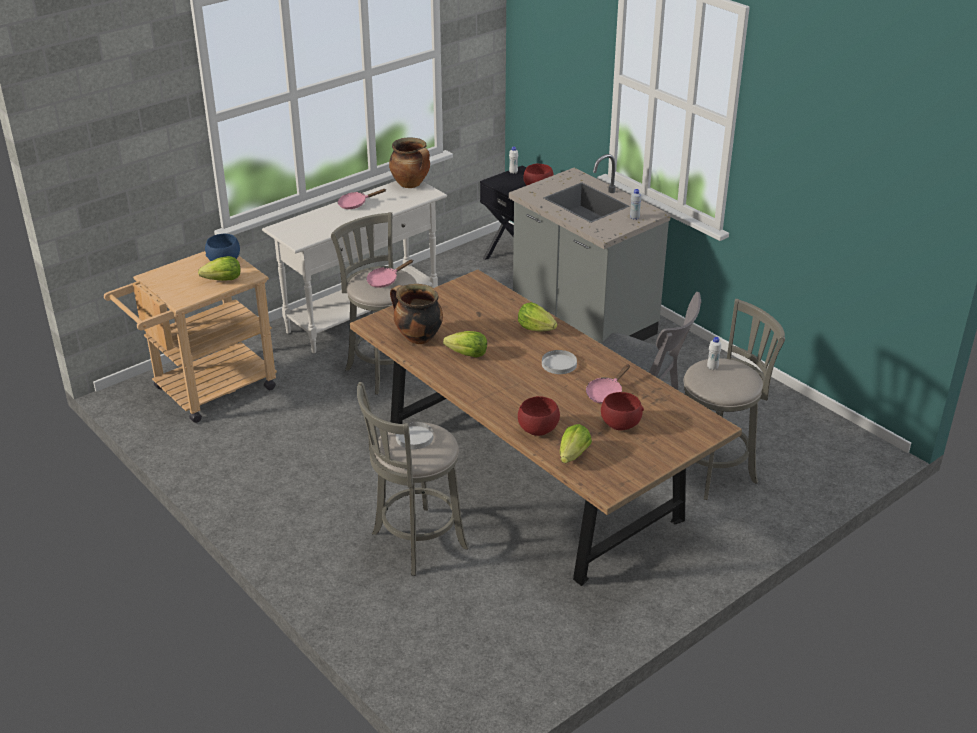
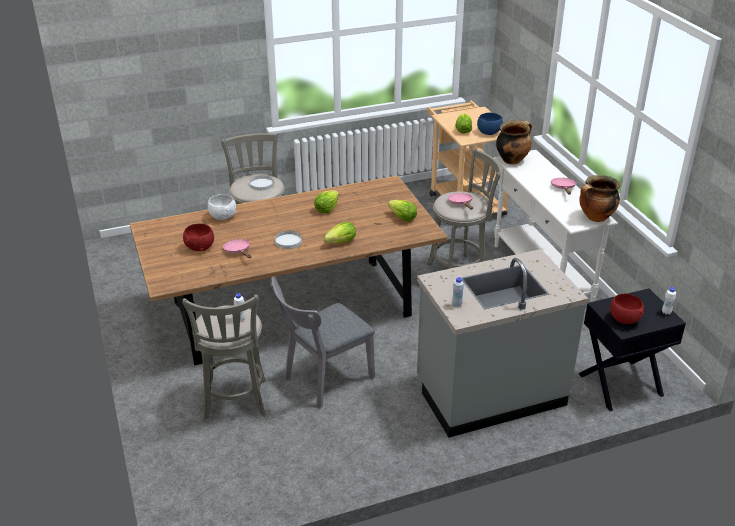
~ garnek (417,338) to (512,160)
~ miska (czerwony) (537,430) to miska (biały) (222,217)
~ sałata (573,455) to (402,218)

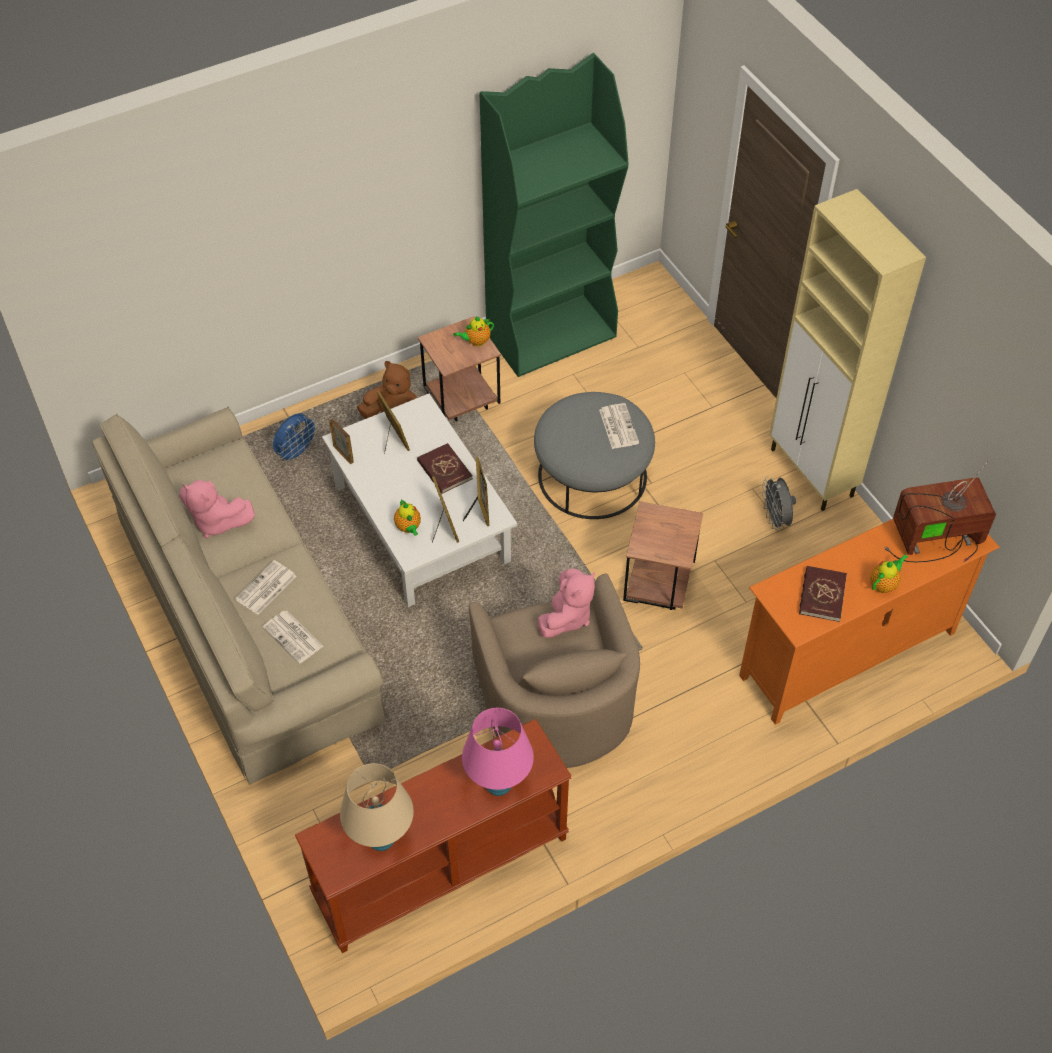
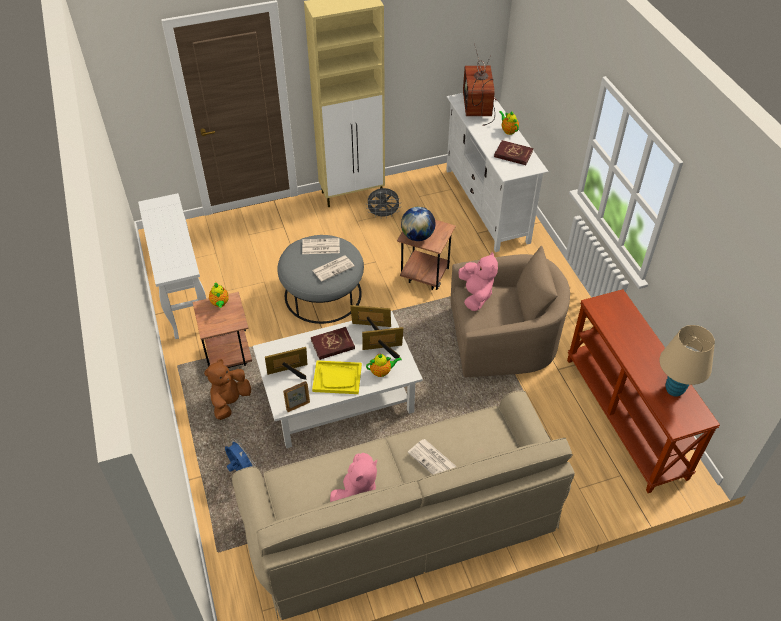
~ regał (zielony) (552,335) to stolik konsolowy (biały) (183,296)
~ szafka pod telewizor (pomarańczowy) (847,655) to szafka pod telewizor (biały) (487,205)
~ pluszak (różowy) (566,617) = (476,295) 45 degrees clockwise
~ gazeta (294,637) to (333,268)
- lampa stołowa (różowy) (498,785)
+ globus (417,236)
+ taca (żółty) (337,378)

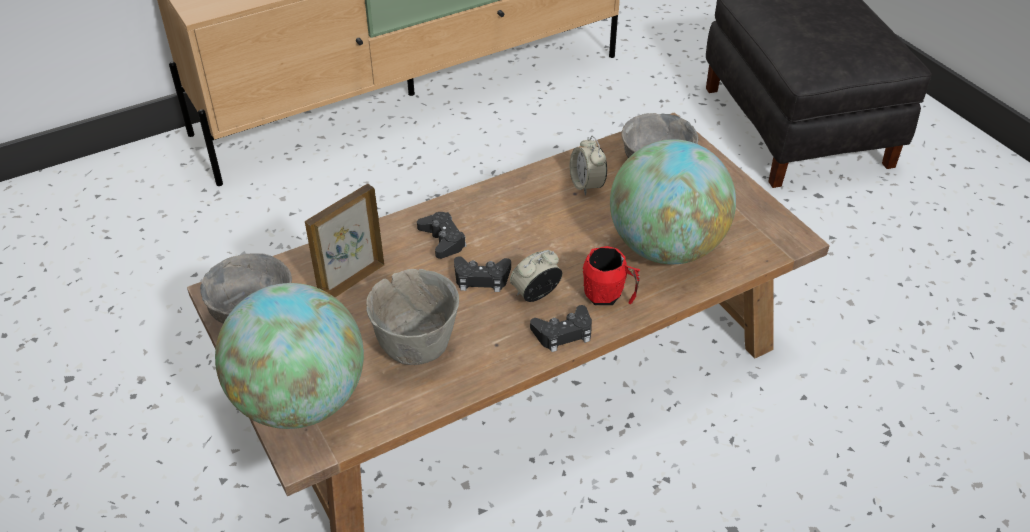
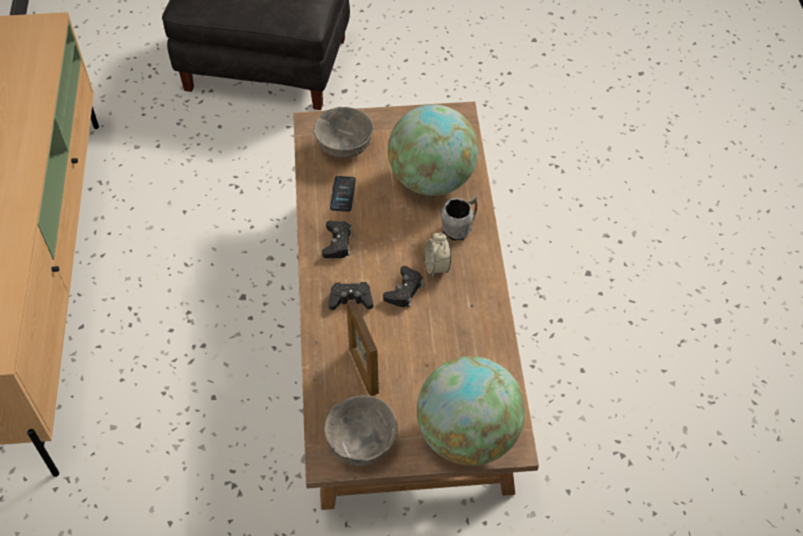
~ budzik (587,185) to telefon (343,194)
~ kubek (czerwony) (609,296) to kubek (szary) (460,228)
- miska (szary) (416,345)
~ pad do gier (czarny) (563,333) to (337,243)

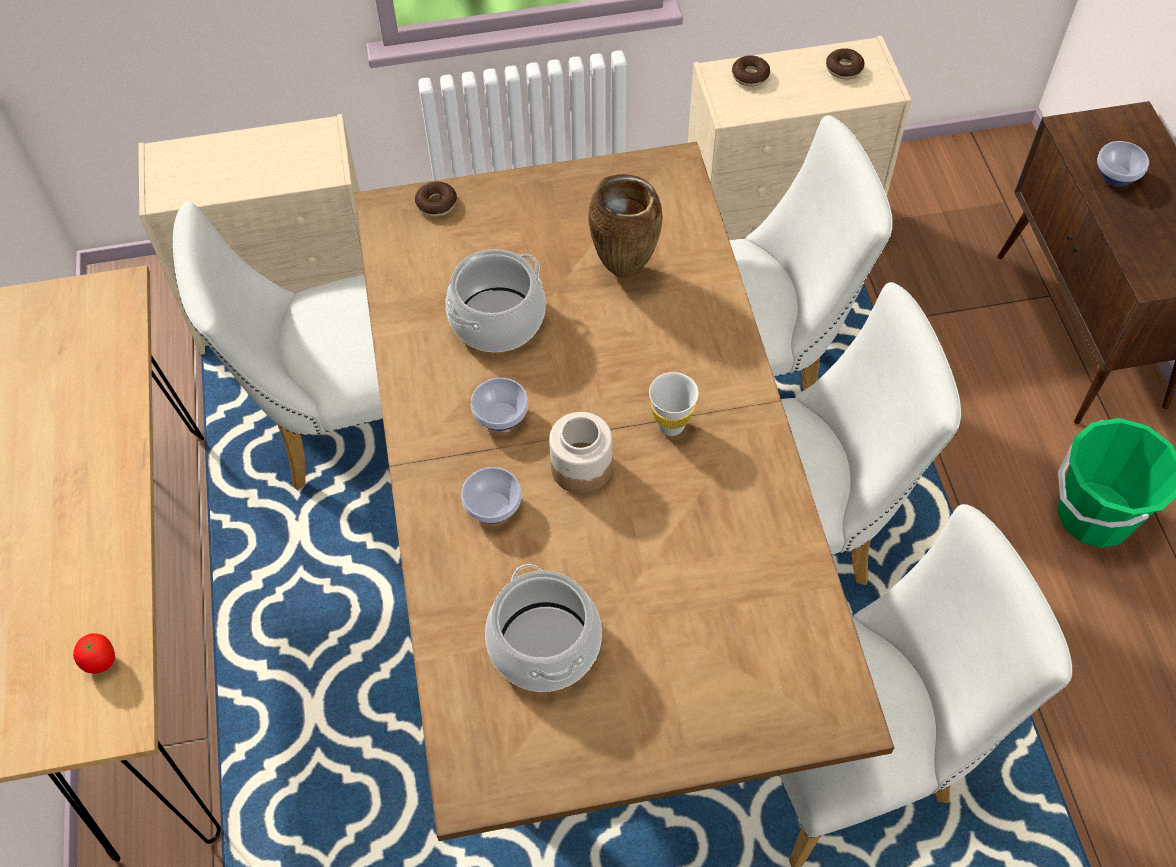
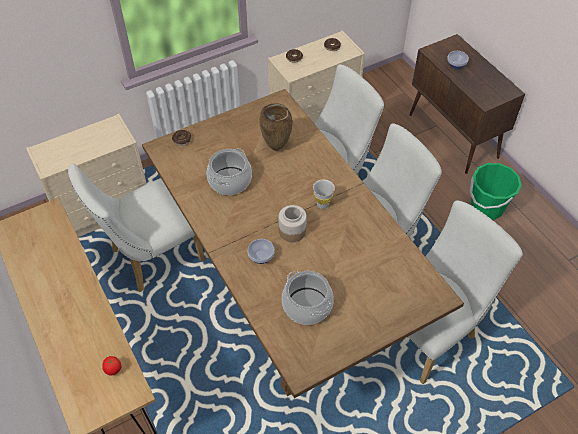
- miska (500,415)

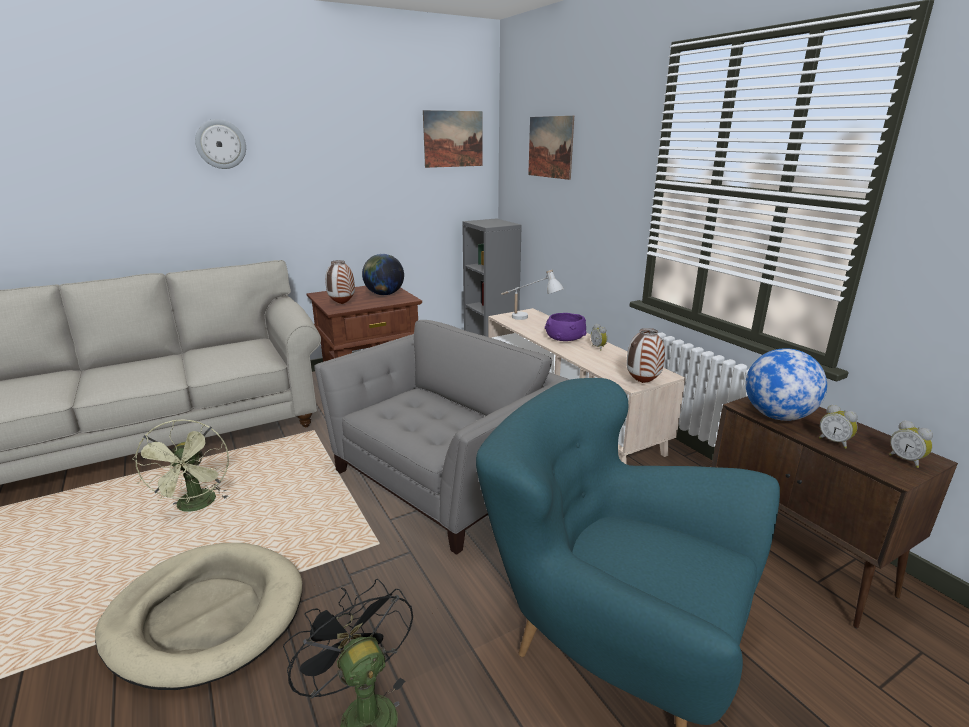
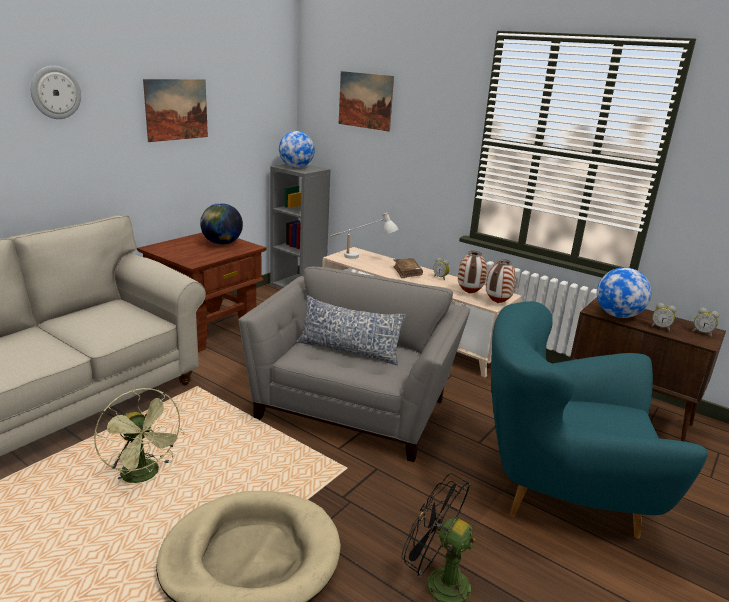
~ obraz (453,139) to (176,109)
~ wazon (342,304) to (469,293)
~ miska (fioletowy) (564,338) to książka (brązowy) (407,272)
+ globus (296,167)
+ poduszka (348,350)

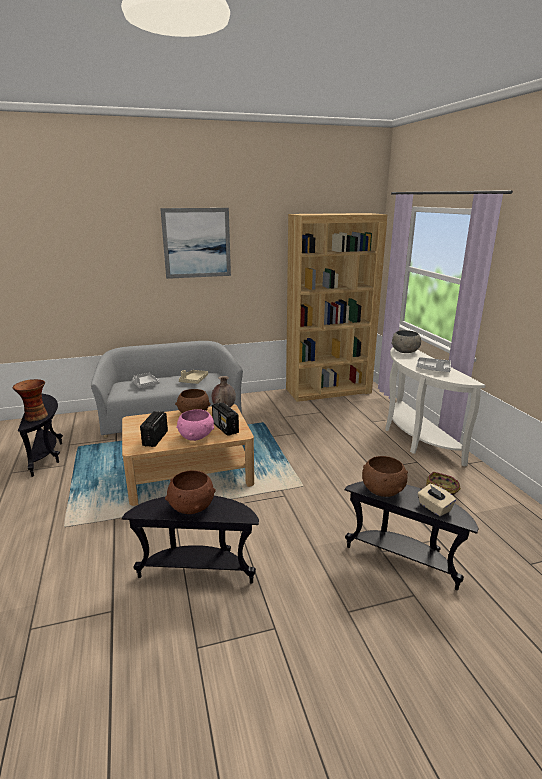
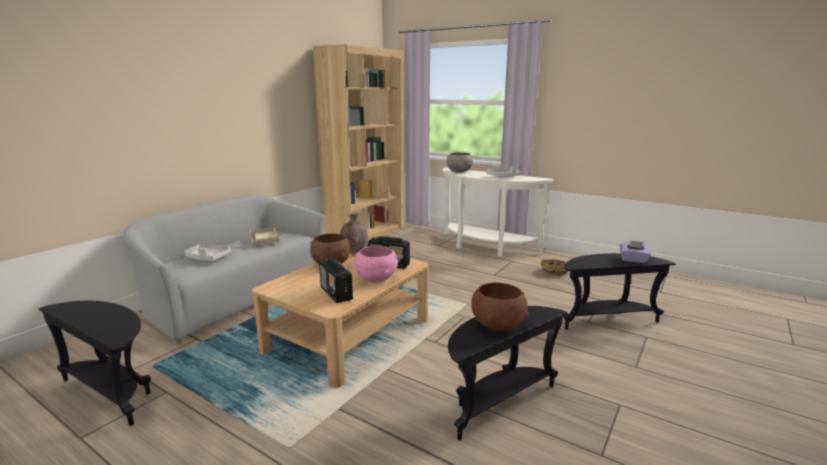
- obraz (197,243)
- wazon (35,416)
- miska (brązowy) (382,490)
~ pudełko chusteczek (beżowy) (434,508) to pudełko chusteczek (fioletowy) (633,260)

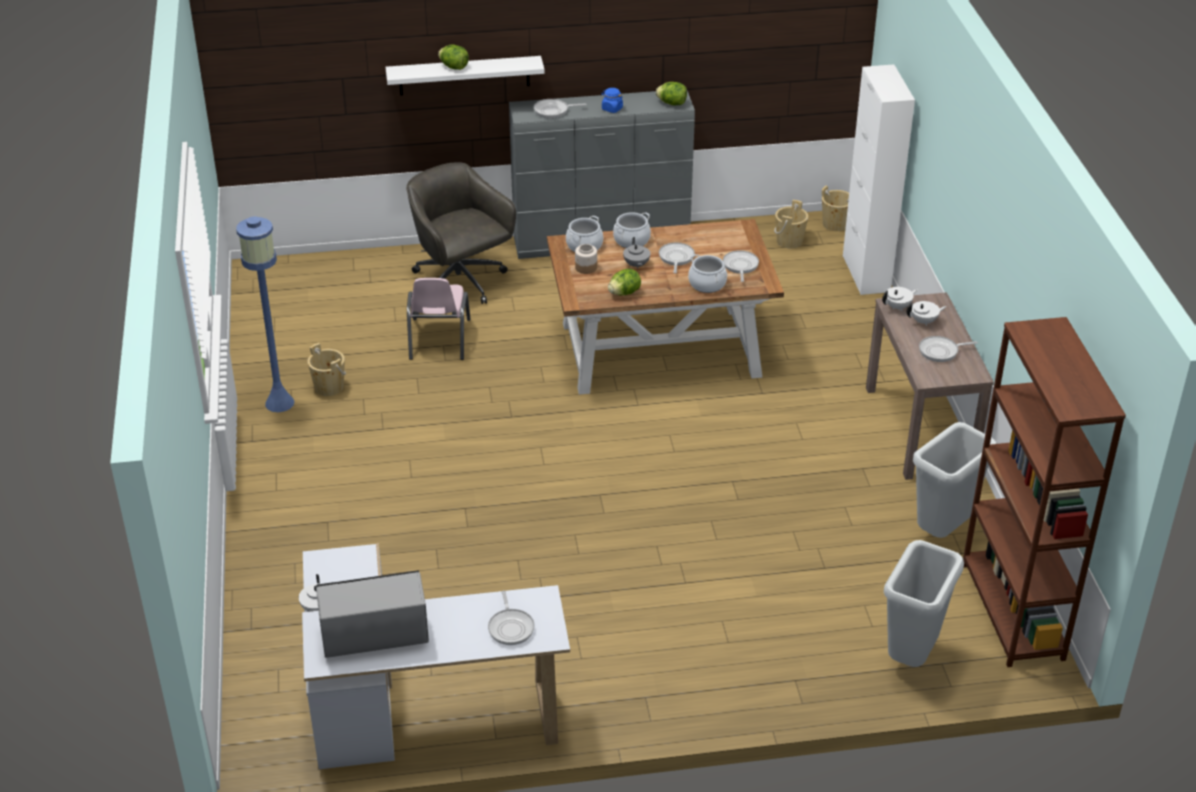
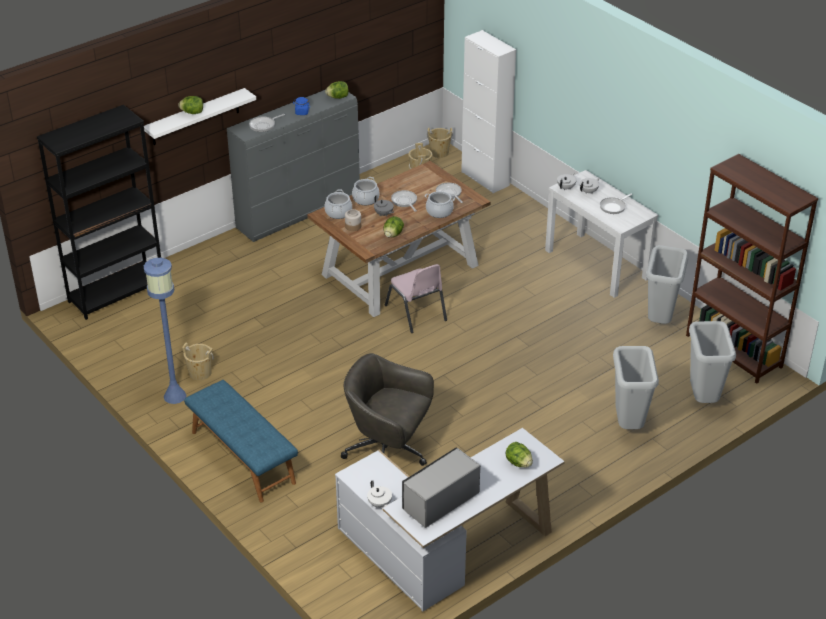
~ krzesło biurowe (szary) (460,282) to (388,453)
~ krzesło (różowy) (438,339) to (416,313)
~ stolik konsolowy (brązowy) (920,429) to stolik konsolowy (biały) (597,264)
~ patelnia (511,627) to sałata (518,463)
+ regał (czarny) (117,293)
+ kosz na śmieci (szary) (627,425)
+ ławka (niebieski) (242,457)

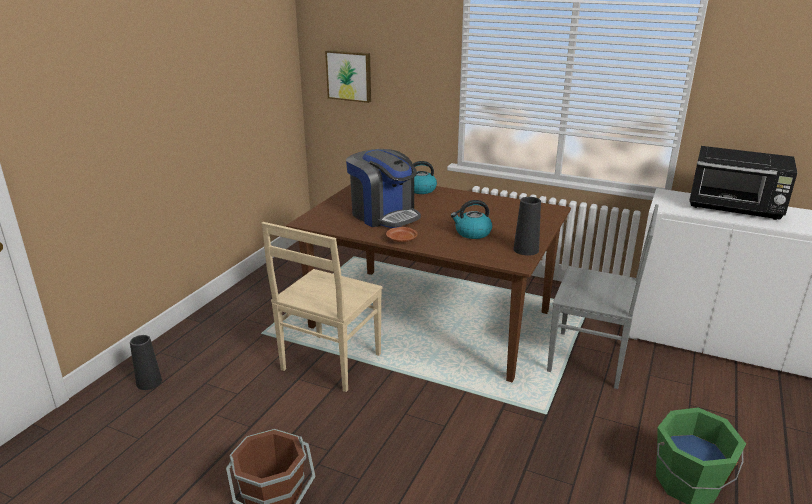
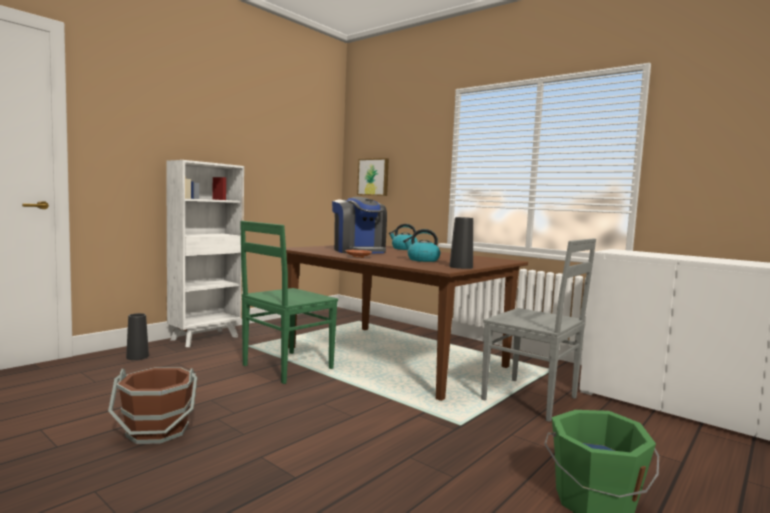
- mikrofalówka (czarny) (735,208)
~ krzesło (beżowy) (329,364) to krzesło (zielony) (285,368)
+ regał (biały) (206,338)

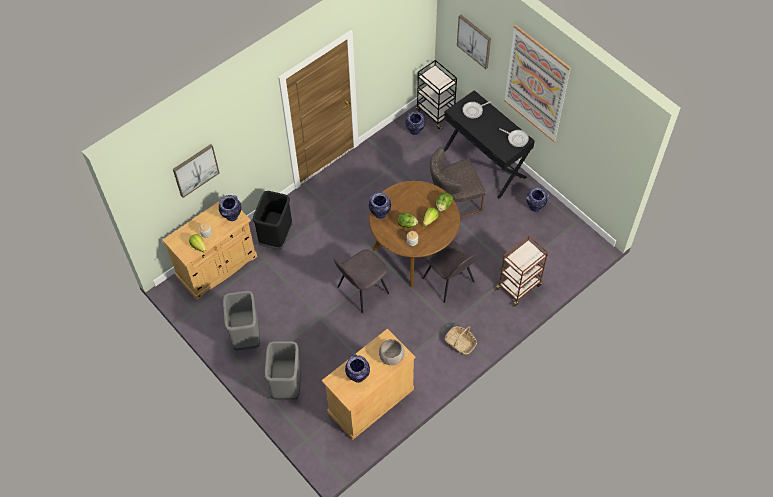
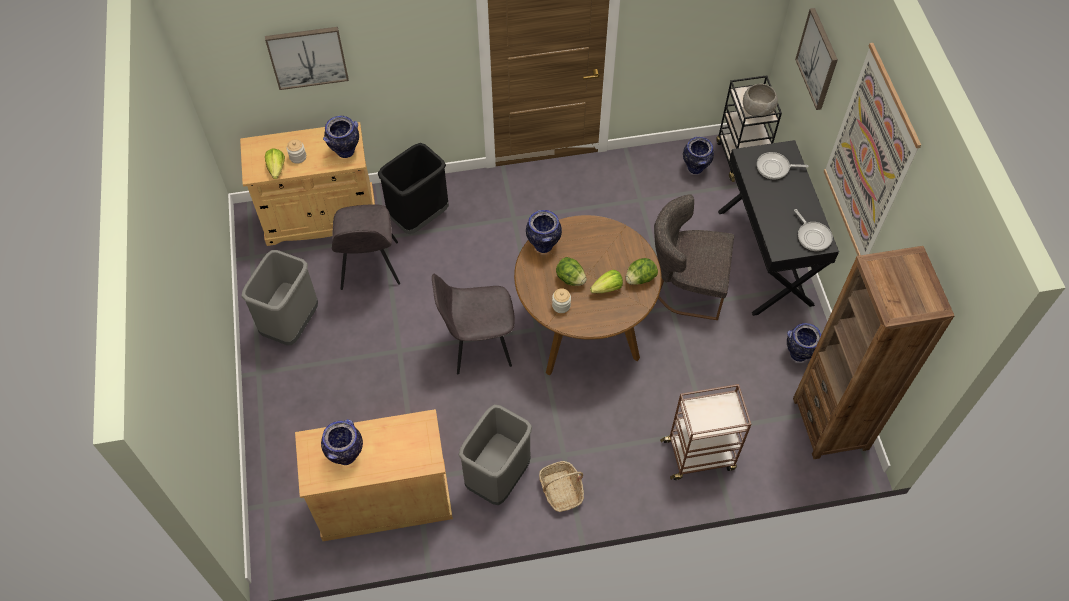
~ krzesło (szary) (449,281) to (369,267)
~ miska (szary) (391,357) to (757,110)
~ kosz na śmieci (szary) (287,385) to (498,477)
+ regał (brązowy) (830,423)

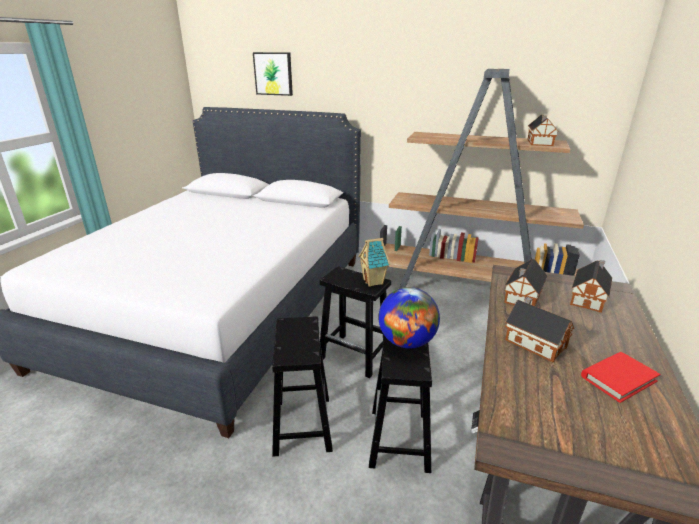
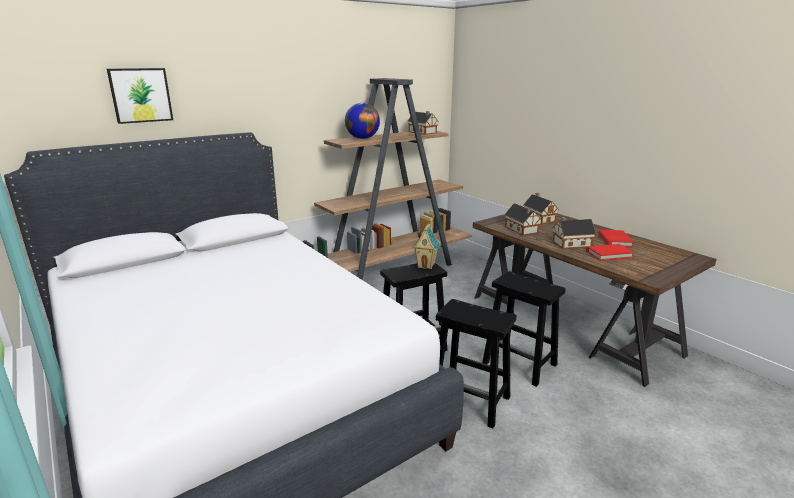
~ globus (407,342) to (362,138)
+ książka (czerwony) (609,254)

